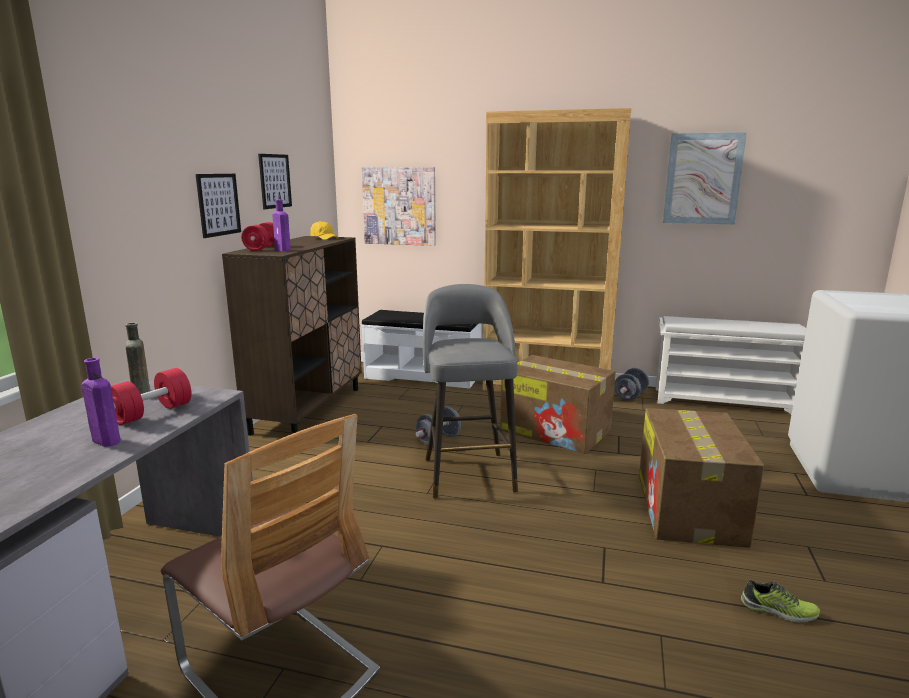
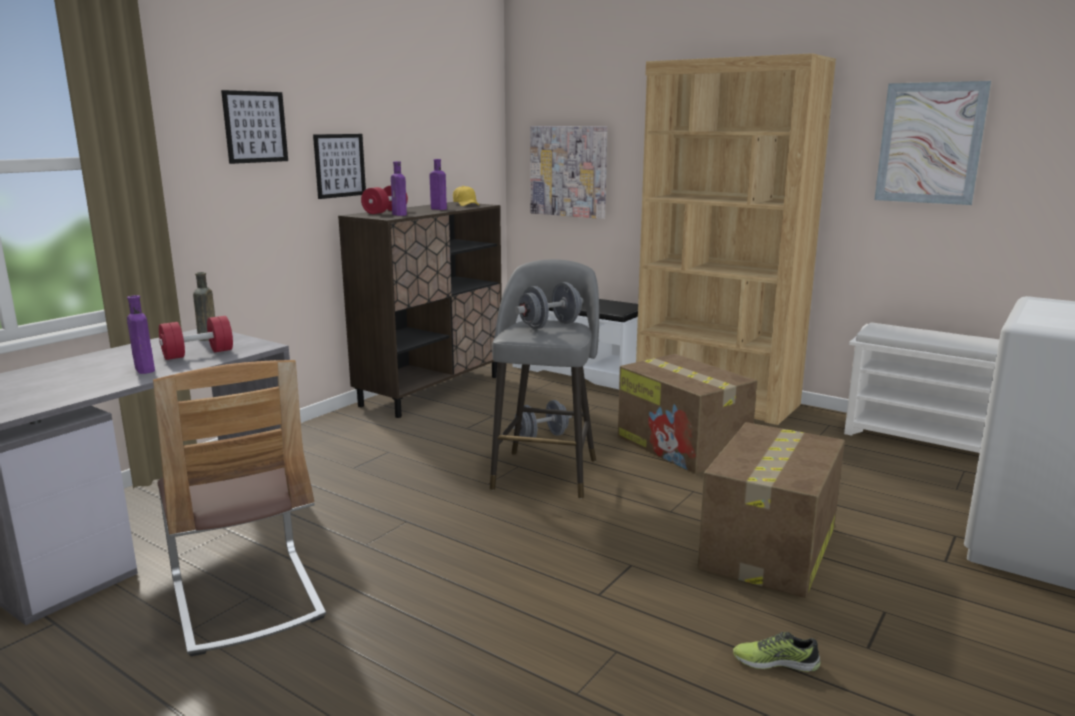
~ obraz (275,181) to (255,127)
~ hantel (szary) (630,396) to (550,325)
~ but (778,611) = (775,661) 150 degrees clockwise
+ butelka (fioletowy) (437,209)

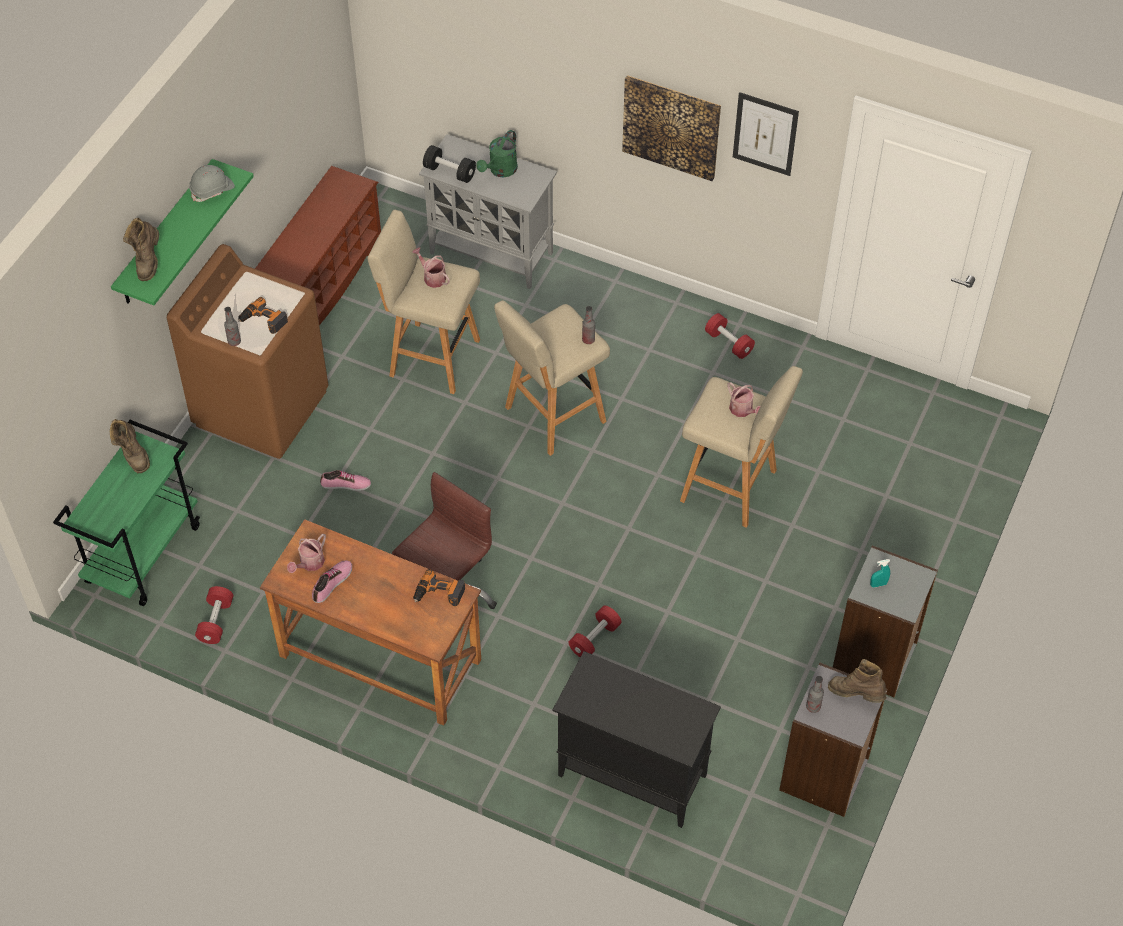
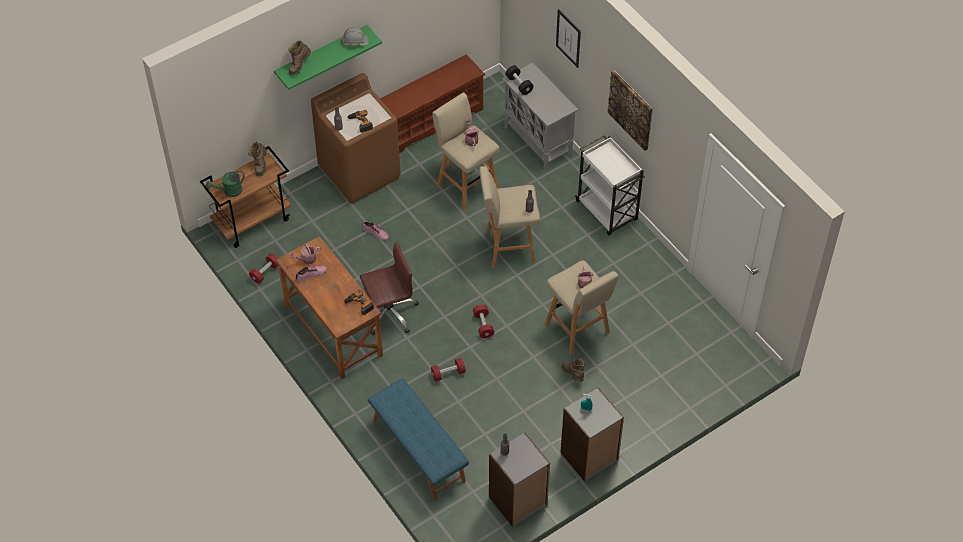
~ obraz (765,134) to (568,38)
~ konewka (zielony) (500,171) to (229,191)
~ hantel (czerwony) (729,343) to (483,325)
~ wózek (zielony) (143,553) to wózek (brązowy) (252,221)
~ szafka (czarny) (630,775) to ławka (niebieski) (418,450)
~ but z cholewką (brązowy) (856,695) to (573,375)
+ wózek (biały) (607,211)

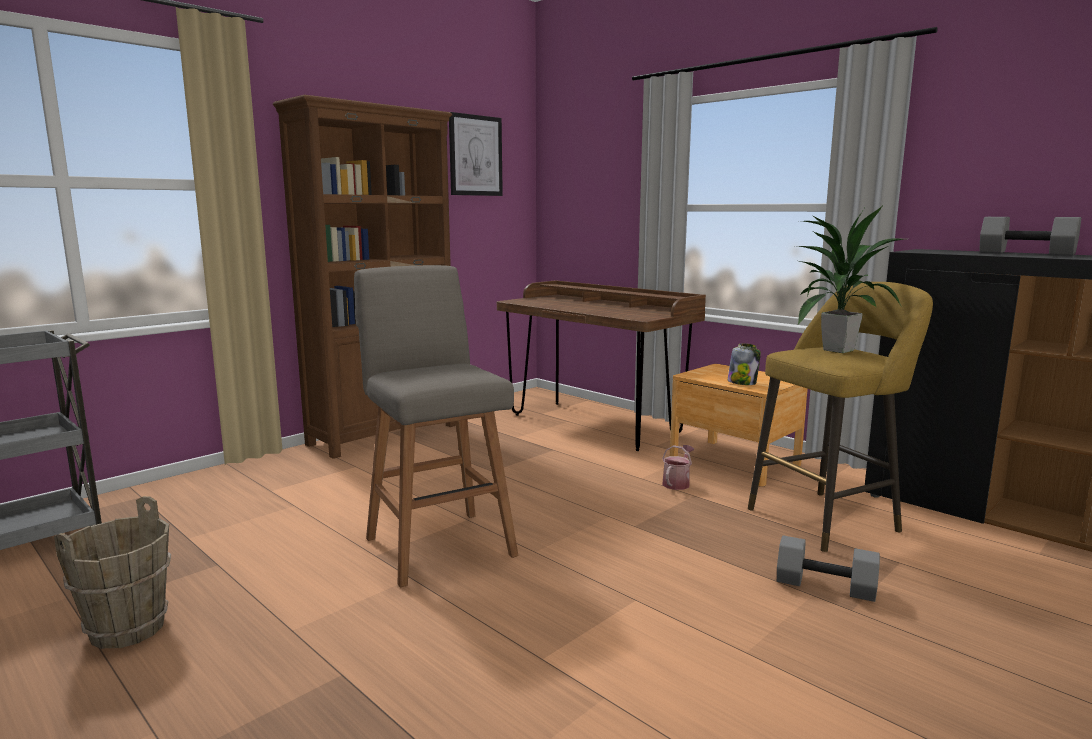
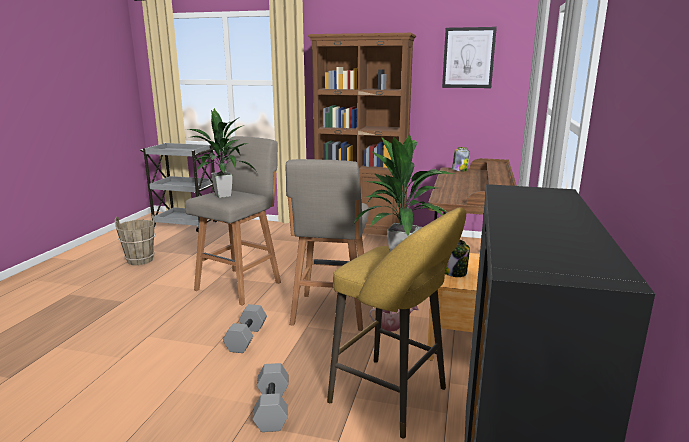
~ hantel (szary) (1027,253) to (247,338)
+ roślina doniczkowa (223,196)
+ słoik (459,170)
+ stołek (szary) (330,313)

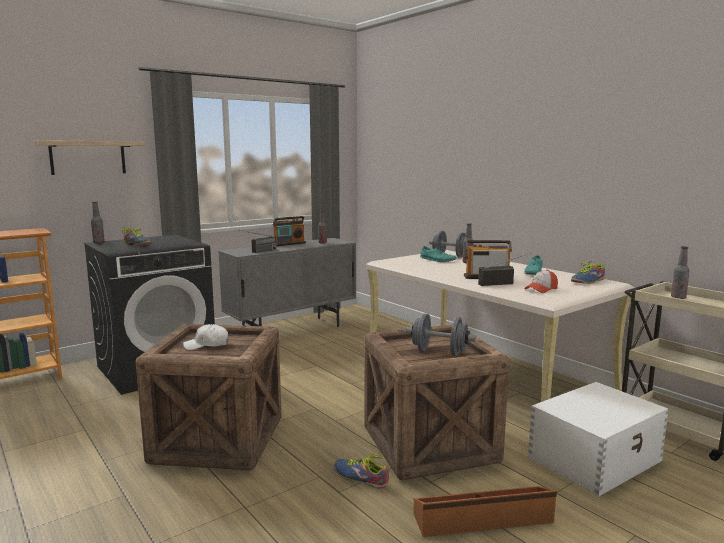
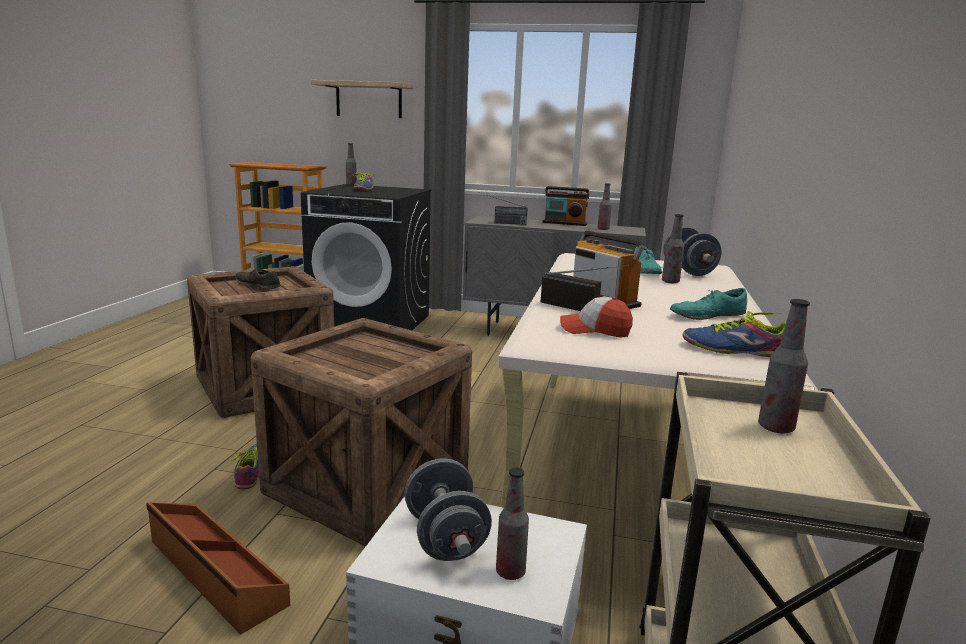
~ hantel (szary) (439,352) to (445,538)
~ czapka z daszkiem (biały) (207,345) to but (brązowy) (258,285)
+ butelka (510,572)

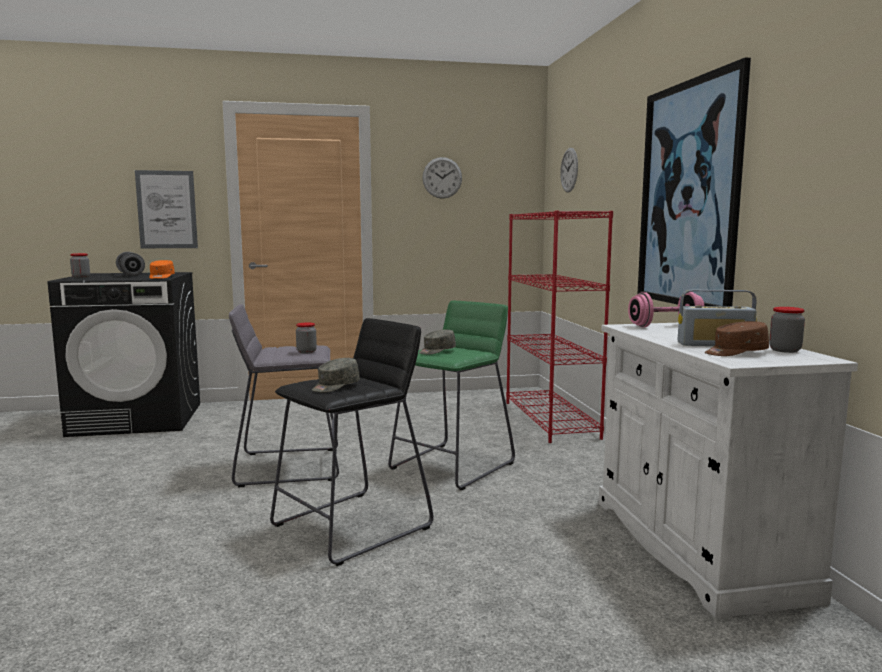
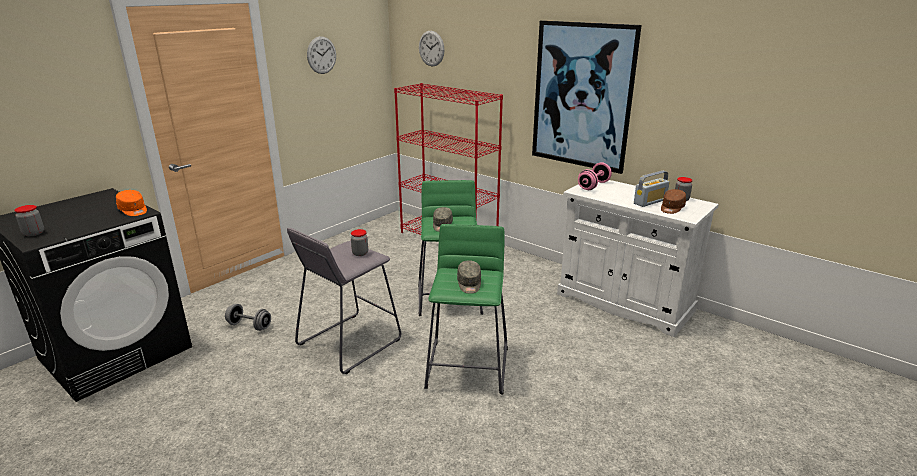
- obraz (167,209)
~ hantel (szary) (131,275) to (249,326)
~ stołek (czarny) (352,526) to stołek (zielony) (467,366)

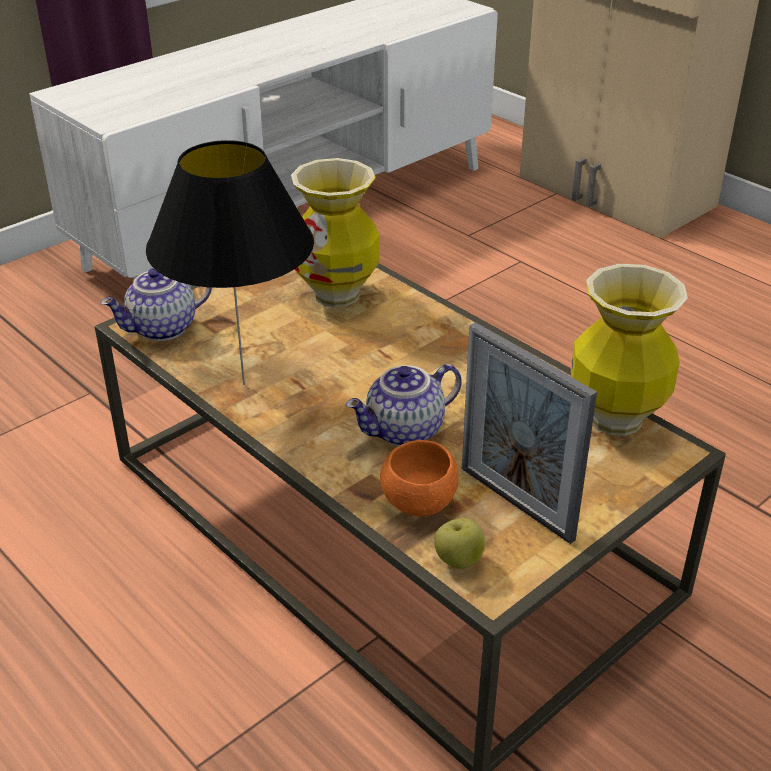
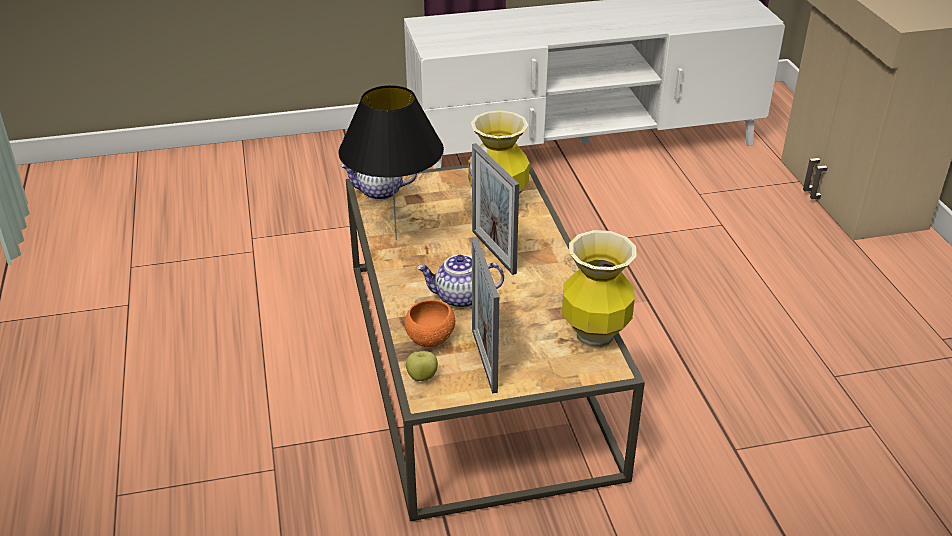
+ ramka na zdjęcie (493,252)

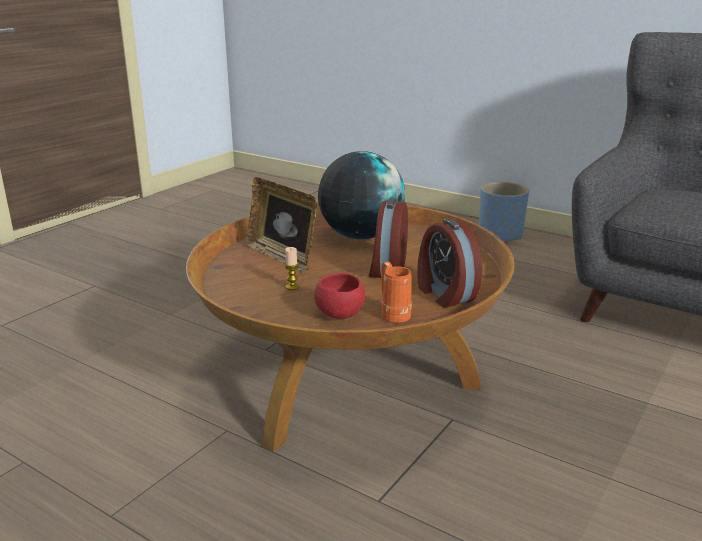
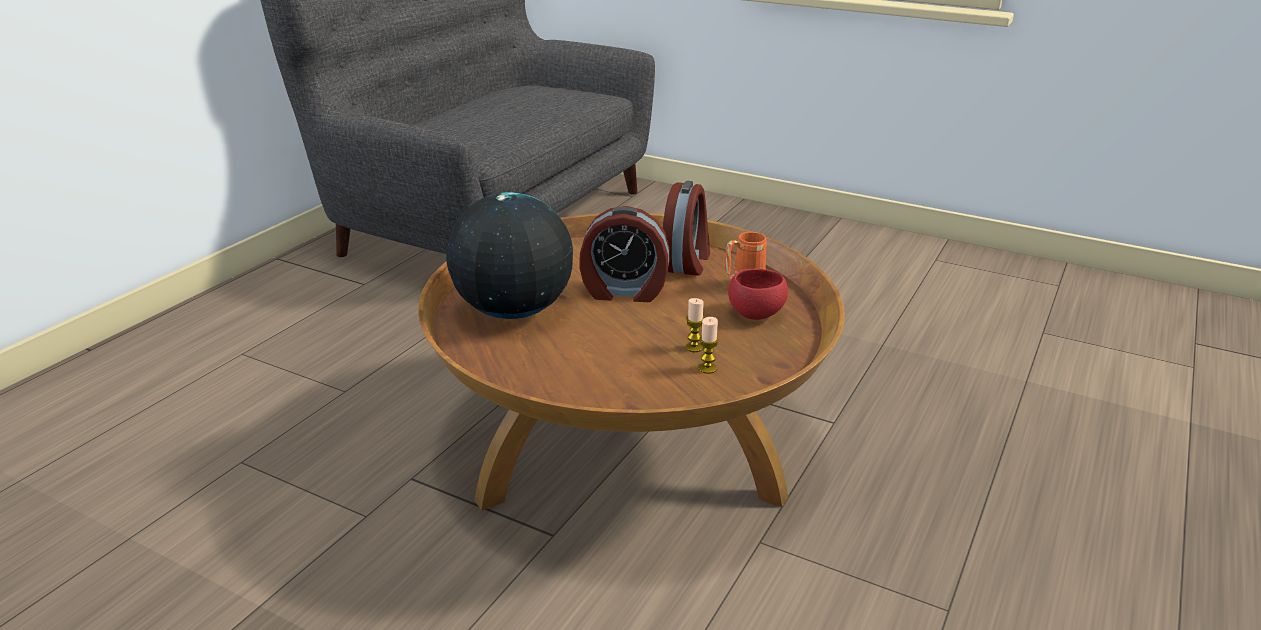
- ramka na zdjęcie (283,257)
- donica (niebieski) (500,235)
~ budzik (444,294) = (687,262) 45 degrees counterclockwise
+ świeca (707,368)

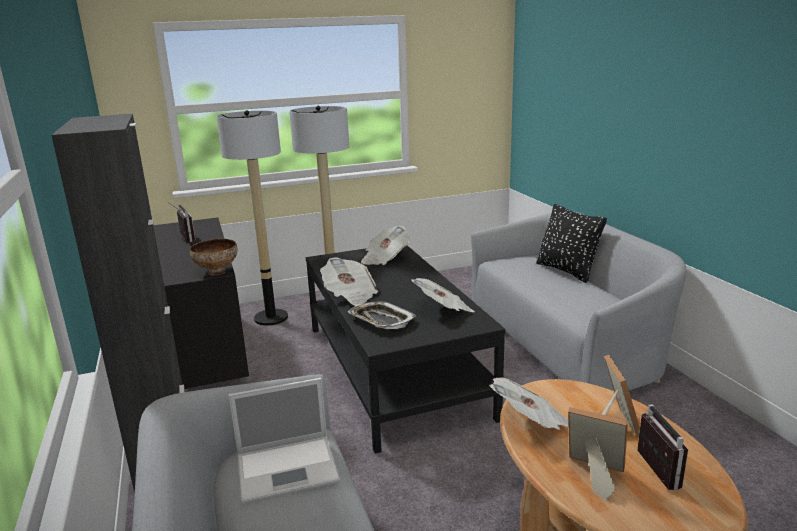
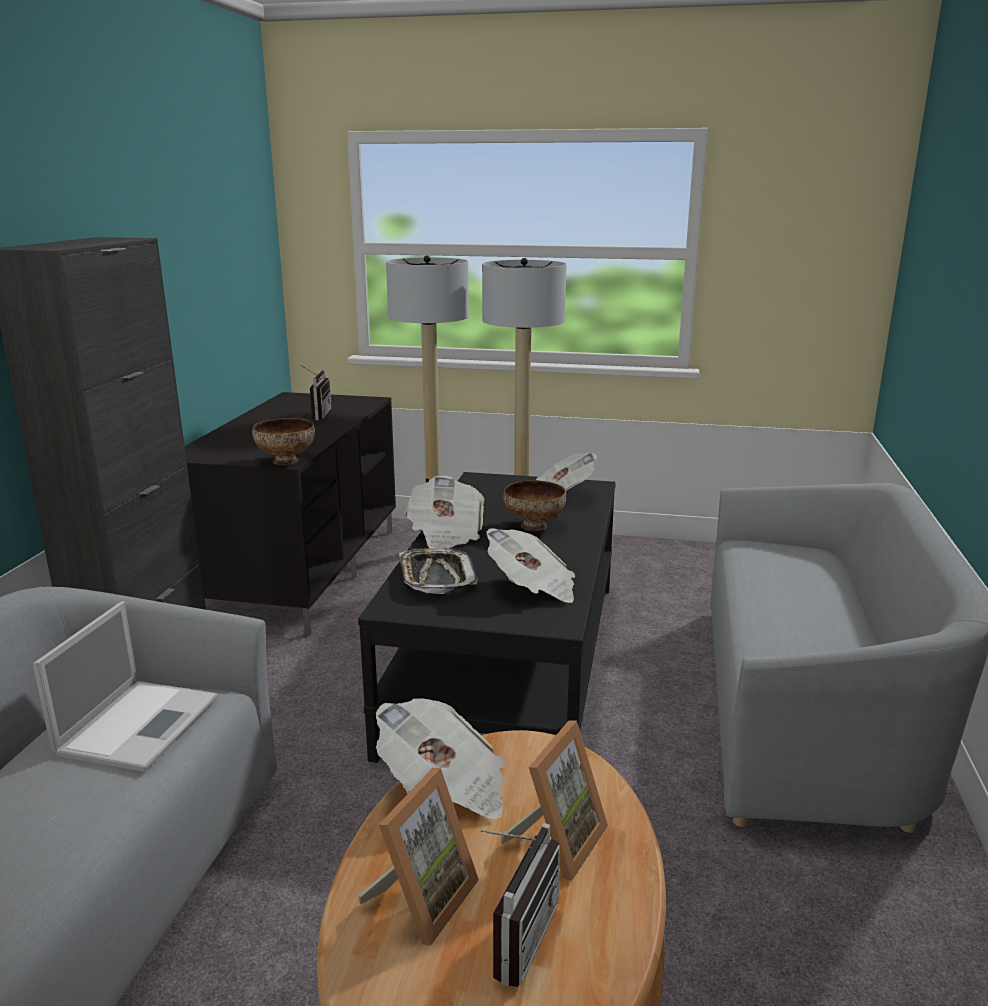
- poduszka (czarny) (567,271)
~ laptop (289,468) = (140,723) 90 degrees counterclockwise
~ ramka na zdjęcie (593,475) = (421,899) 60 degrees clockwise
+ miska (535,526)

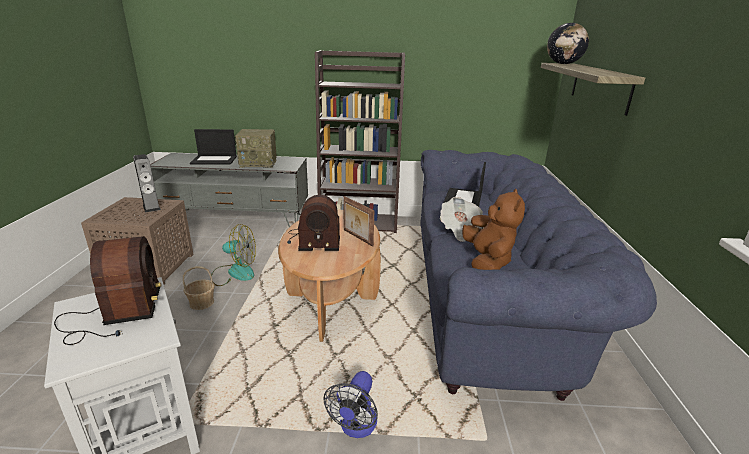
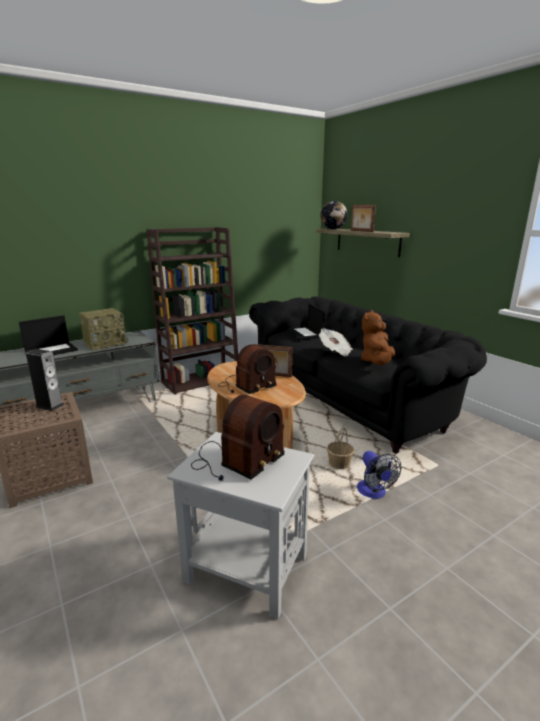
~ kanapa (niebieski) (490,298) to kanapa (czarny) (350,398)
~ pluszak (brązowy) (487,262) = (377,362) 120 degrees counterclockwise
- wentylator (234,273)
~ radio (115,314) = (236,461) 90 degrees clockwise
~ koszyk (202,303) to (339,463)
+ ramka na zdjęcie (361,231)

